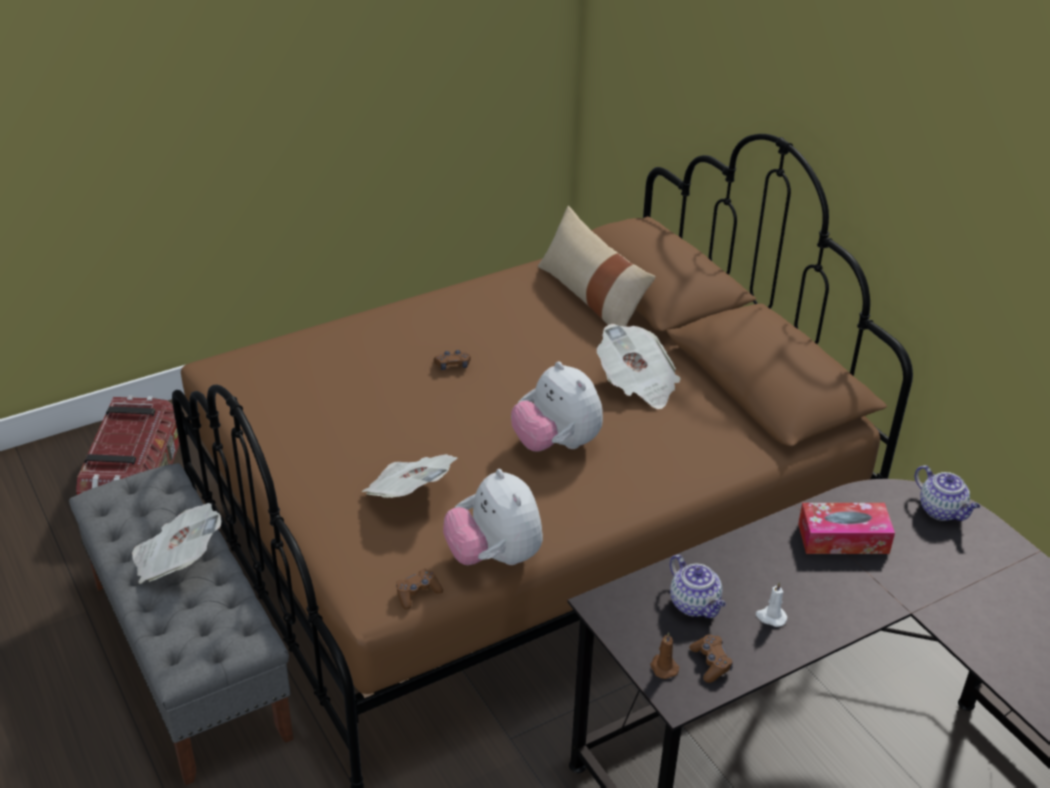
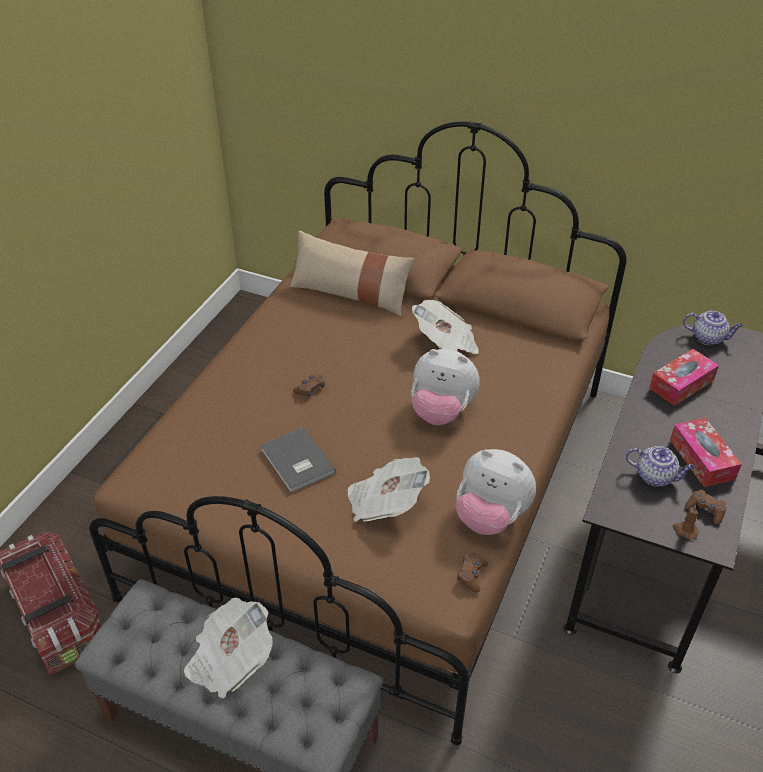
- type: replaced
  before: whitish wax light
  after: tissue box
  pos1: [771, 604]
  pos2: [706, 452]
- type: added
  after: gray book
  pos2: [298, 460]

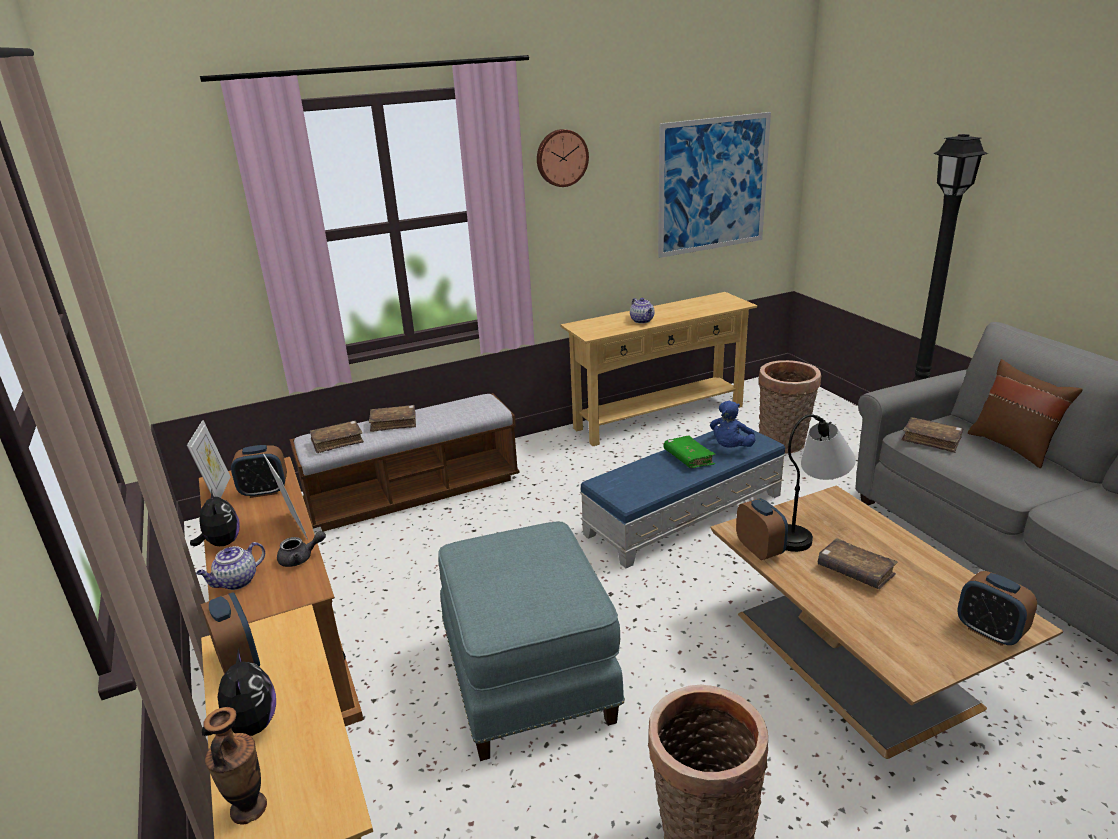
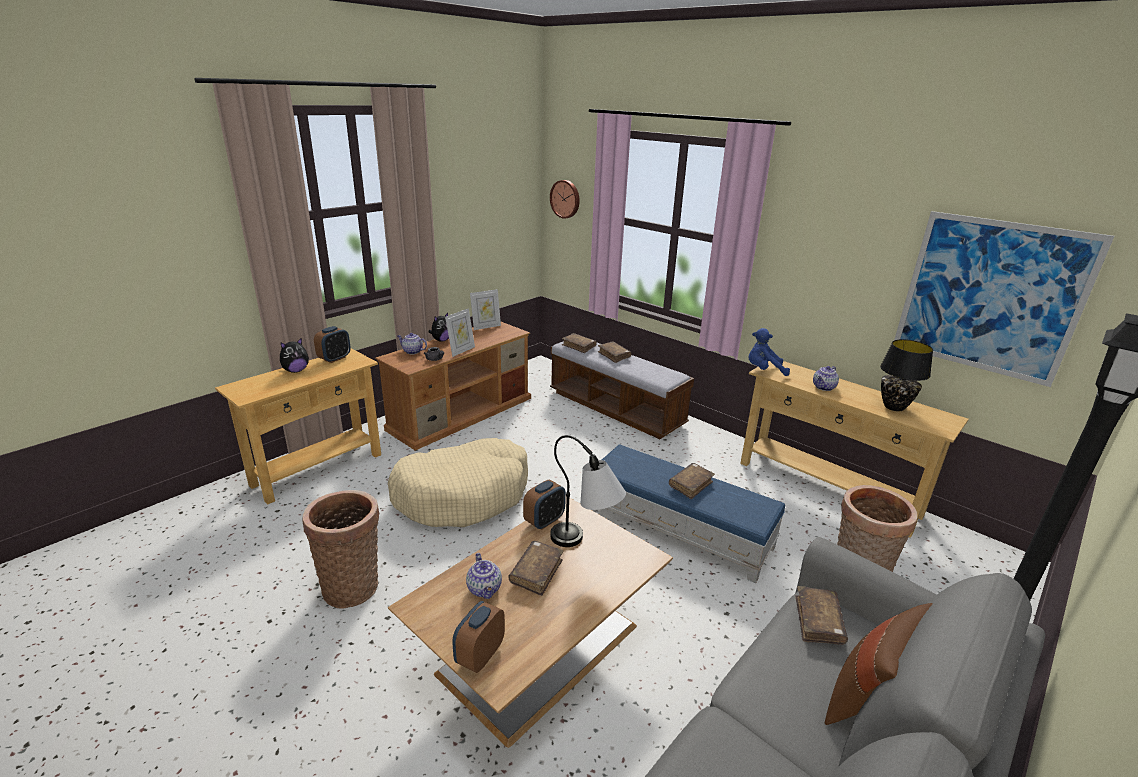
- type: moved
  before: wall clock
  pos1: [563, 158]
  pos2: [565, 199]
- type: moved
  before: blue-coloured soft toy
  pos1: [732, 424]
  pos2: [769, 352]
- type: recoloured
  before: green-coloured book
  after: brown-coloured book
  pos1: [690, 452]
  pos2: [692, 481]
- type: removed
  before: bedside clock
  pos1: [259, 471]
- type: replaced
  before: blue-coloured pouffe
  after: sand-coloured pet bed
  pos1: [531, 641]
  pos2: [458, 482]
- type: removed
  before: vase
  pos1: [235, 766]
- type: added
  after: blackish table lamp
  pos2: [906, 375]
- type: added
  after: teapot
  pos2: [484, 576]

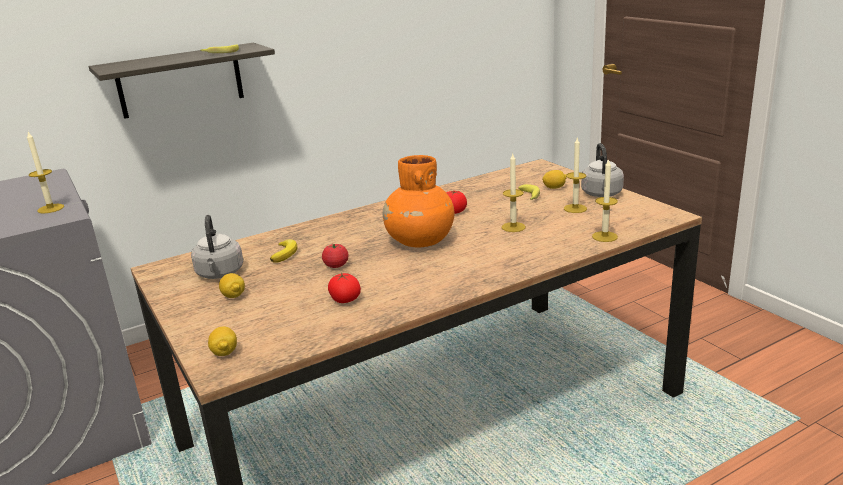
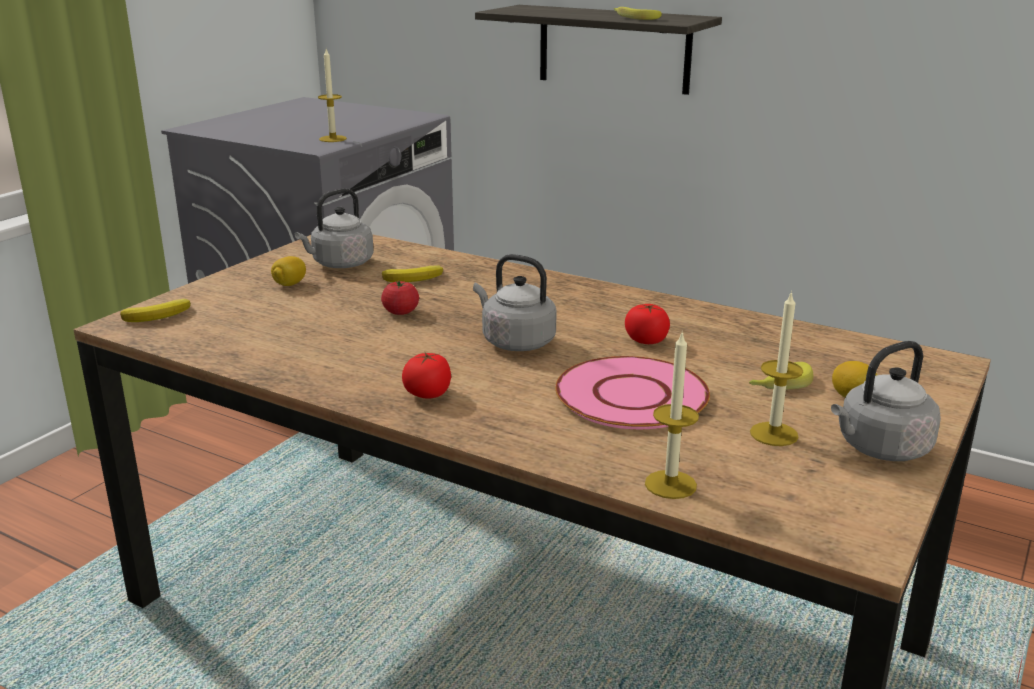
- type: replaced
  before: wax light
  after: pink-coloured dinner plate
  pos1: [513, 193]
  pos2: [632, 393]
- type: replaced
  before: orange vase
  after: gray tea kettle
  pos1: [419, 201]
  pos2: [515, 302]
- type: moved
  before: whole tomato
  pos1: [344, 288]
  pos2: [426, 375]
- type: replaced
  before: lemon
  after: whole banana
  pos1: [222, 341]
  pos2: [155, 310]

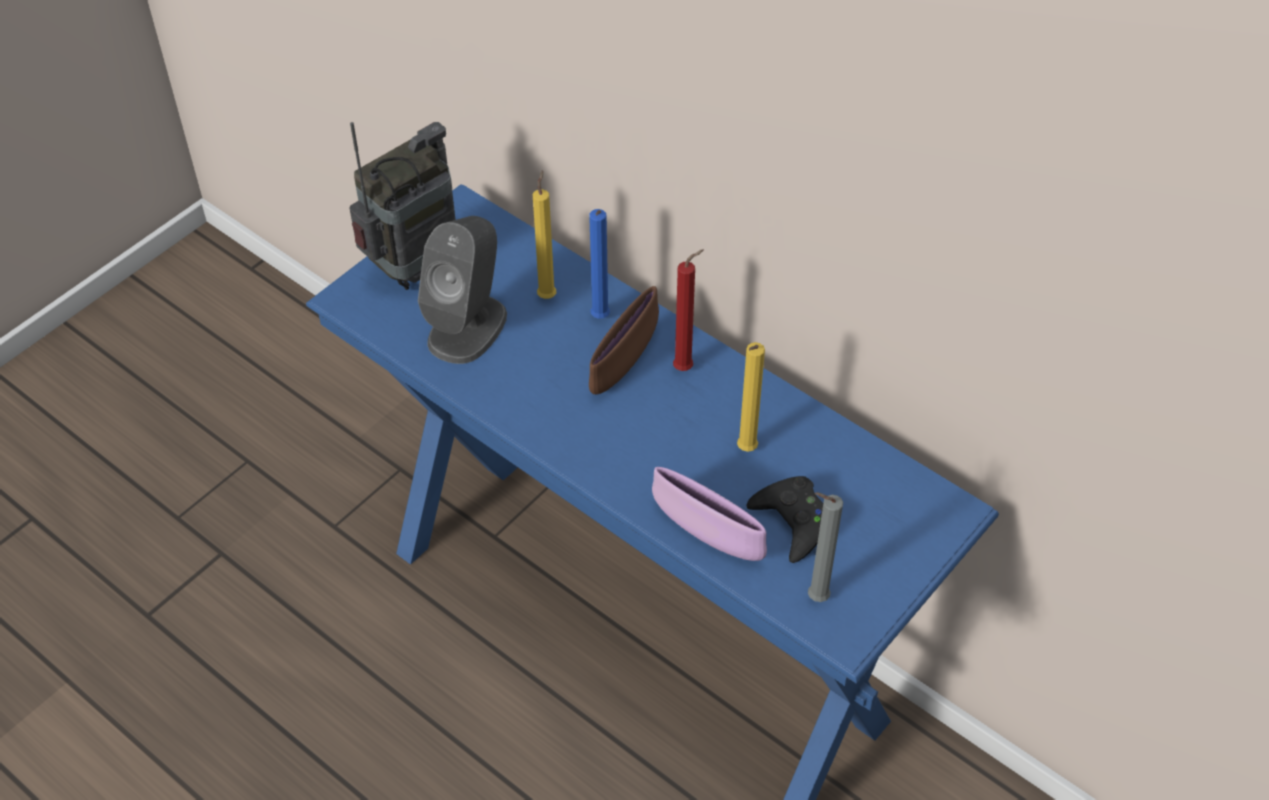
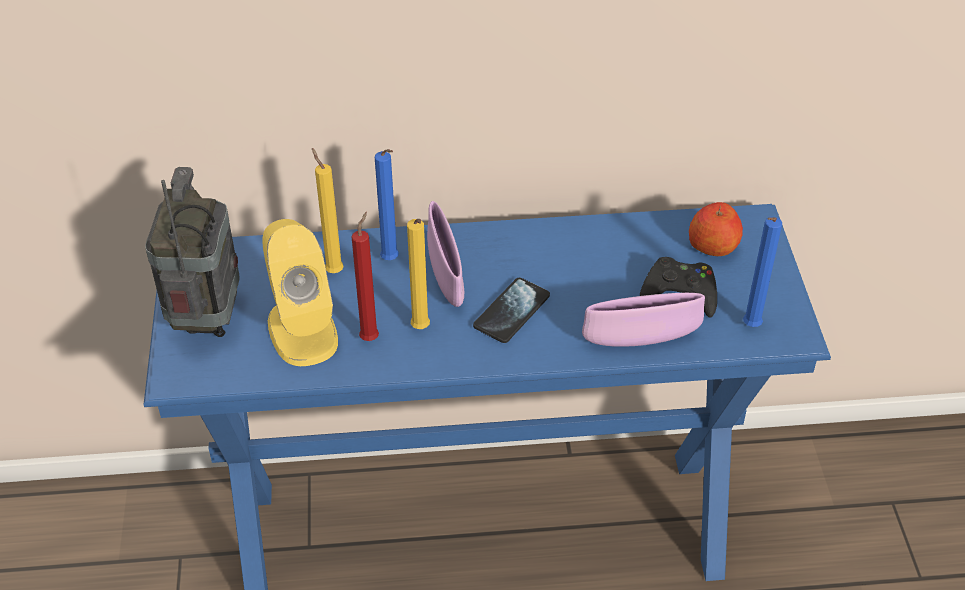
- type: recoloured
  before: gray audio speaker
  after: yellow-coloured audio speaker
  pos1: [462, 290]
  pos2: [300, 292]
- type: moved
  before: red wax light
  pos1: [688, 310]
  pos2: [365, 276]
- type: recoloured
  before: brown-coloured deep dish
  after: purple deep dish
  pos1: [624, 340]
  pos2: [445, 254]
- type: moved
  before: yellow-coloured wax light
  pos1: [751, 397]
  pos2: [418, 274]
- type: recoloured
  before: gray wax light
  after: blue-coloured wax light
  pos1: [825, 547]
  pos2: [762, 272]
- type: added
  after: whole apple
  pos2: [716, 229]
- type: added
  after: phone
  pos2: [511, 310]

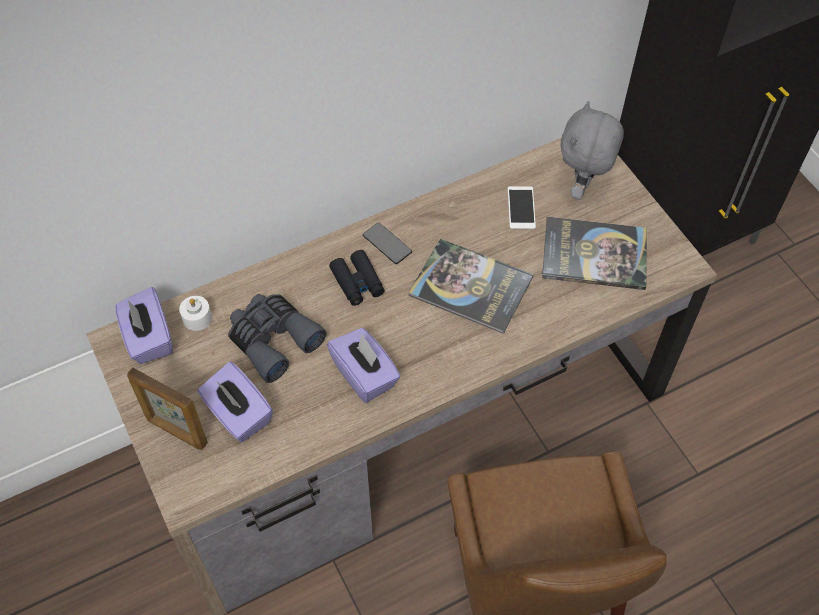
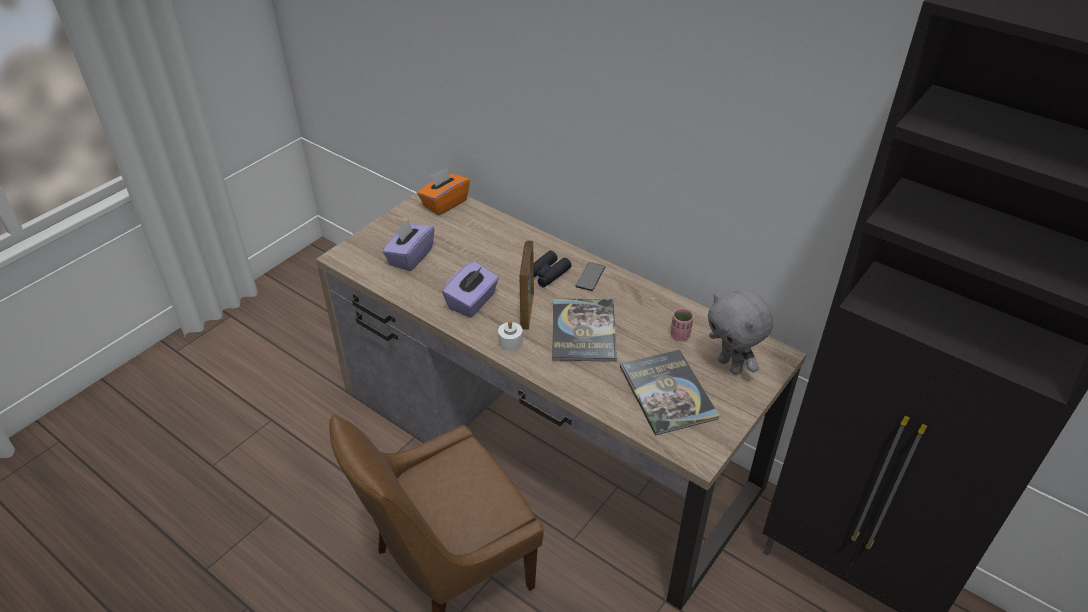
- type: turned
  before: gray soft toy
  pos1: [592, 150]
  pos2: [741, 332]
  turn: -120
- type: replaced
  before: phone
  after: pink-coloured small cup
  pos1: [522, 207]
  pos2: [682, 324]
- type: recoloured
  before: purple tissue box
  after: orange tissue box
  pos1: [144, 325]
  pos2: [443, 192]
- type: removed
  before: gray field glasses
  pos1: [277, 338]
- type: moved
  before: whitish wax light
  pos1: [195, 313]
  pos2: [510, 336]
- type: moved
  before: picture frame
  pos1: [167, 408]
  pos2: [527, 285]

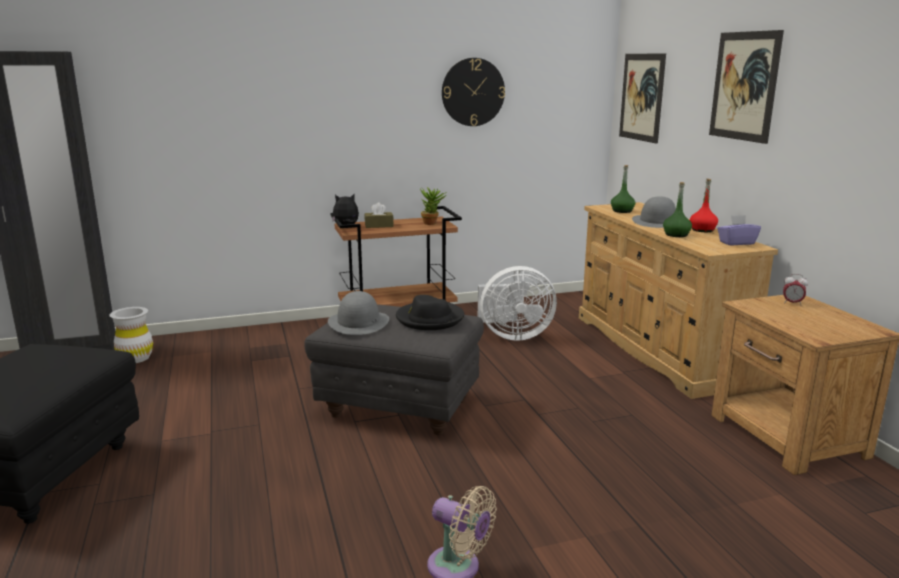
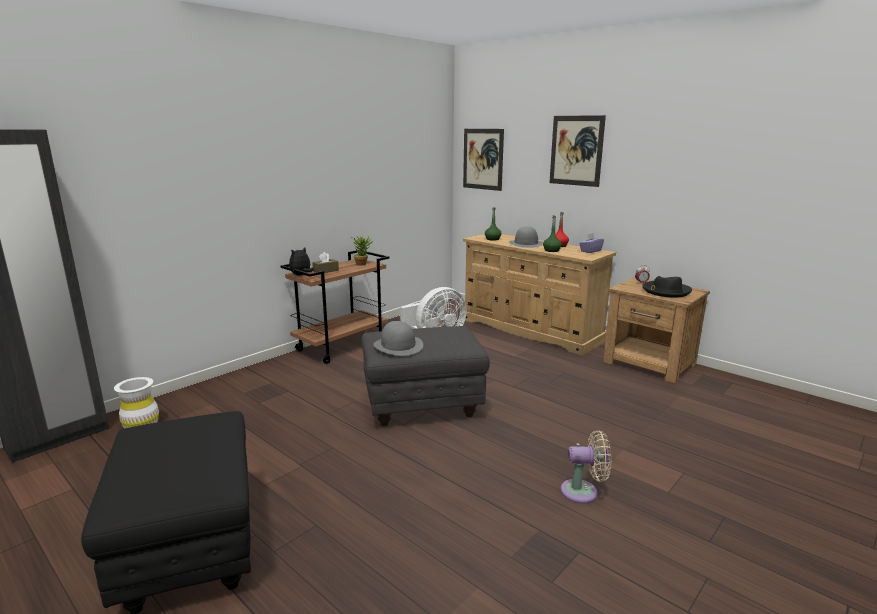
- type: removed
  before: wall clock
  pos1: [473, 92]
- type: moved
  before: blackish clothing hat
  pos1: [430, 312]
  pos2: [667, 287]

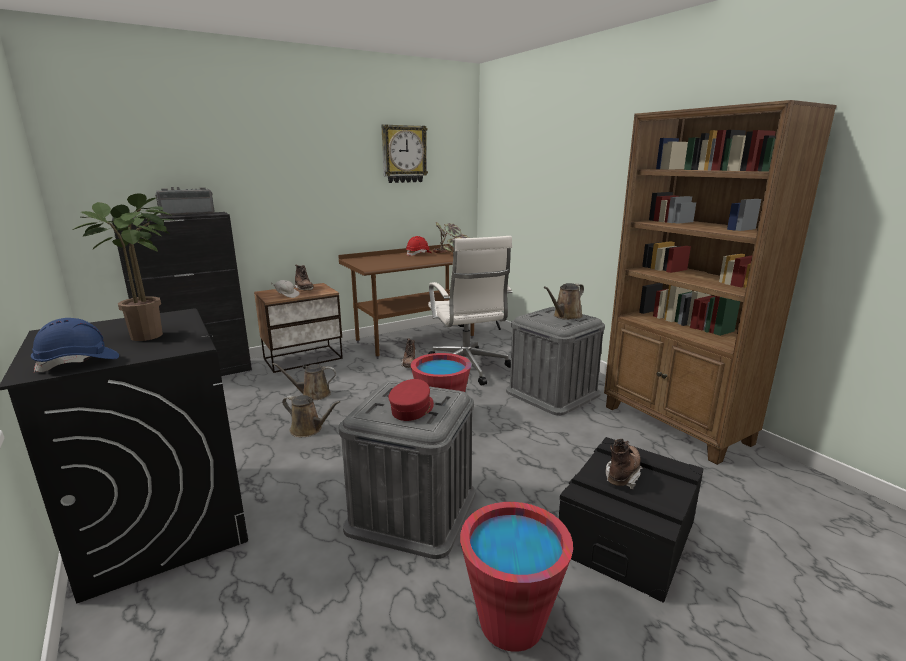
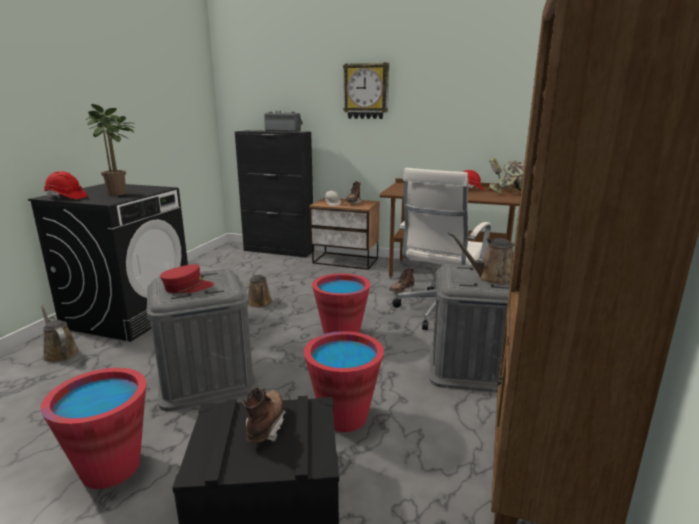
- type: moved
  before: wall clock
  pos1: [404, 153]
  pos2: [366, 90]
- type: recoloured
  before: blue-coloured work helmet
  after: red work helmet
  pos1: [75, 345]
  pos2: [65, 185]
- type: moved
  before: brown-coloured sprinkling can
  pos1: [304, 381]
  pos2: [59, 334]
- type: turned
  before: brown-coloured high-top boot
  pos1: [624, 464]
  pos2: [264, 415]
  turn: -75
- type: added
  after: red bucket
  pos2: [344, 381]

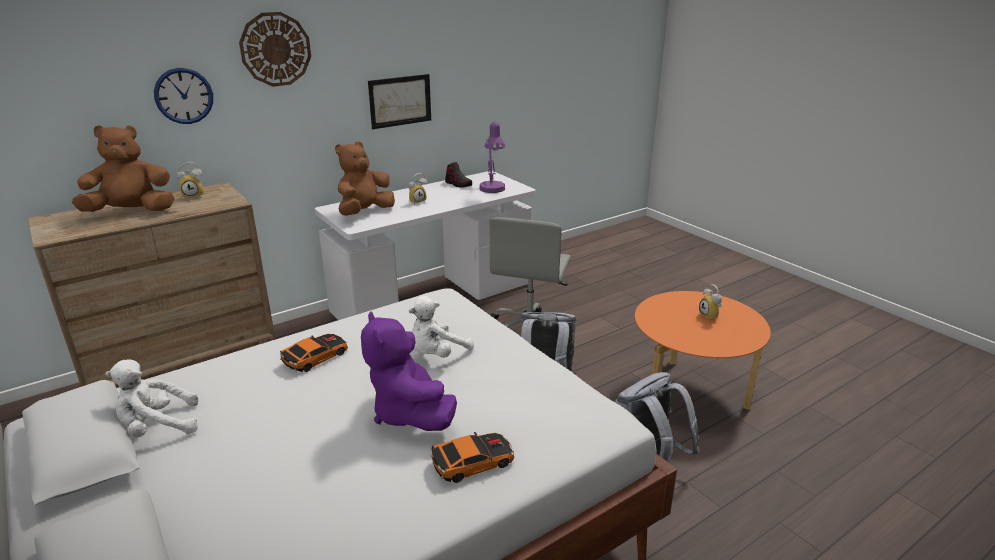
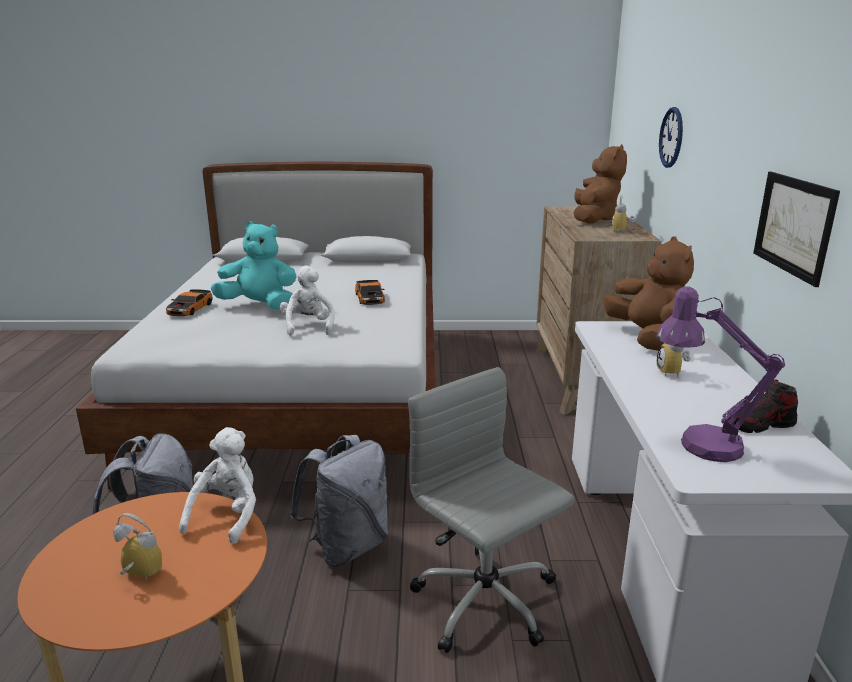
- type: removed
  before: wall clock
  pos1: [275, 49]
- type: recoloured
  before: purple soft toy
  after: blue-green soft toy
  pos1: [409, 371]
  pos2: [254, 265]
- type: moved
  before: whitish soft toy
  pos1: [151, 399]
  pos2: [217, 485]

